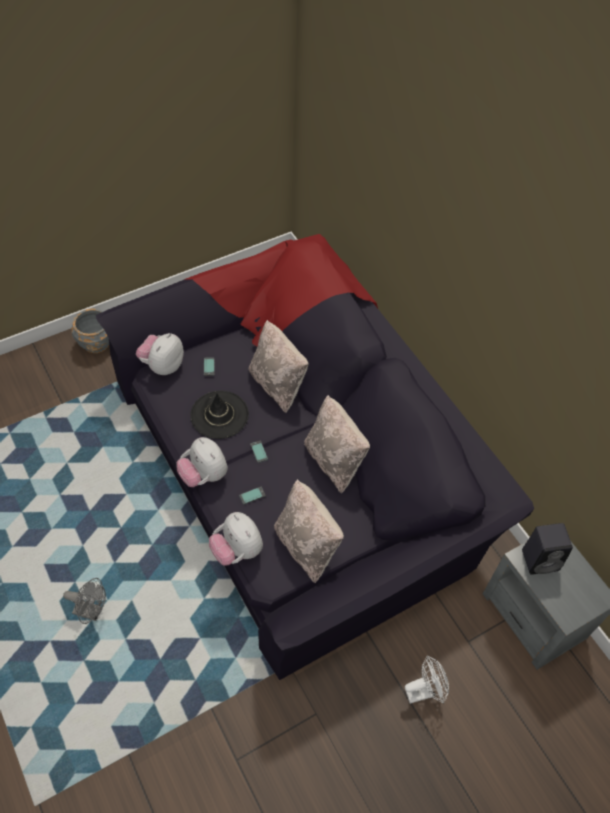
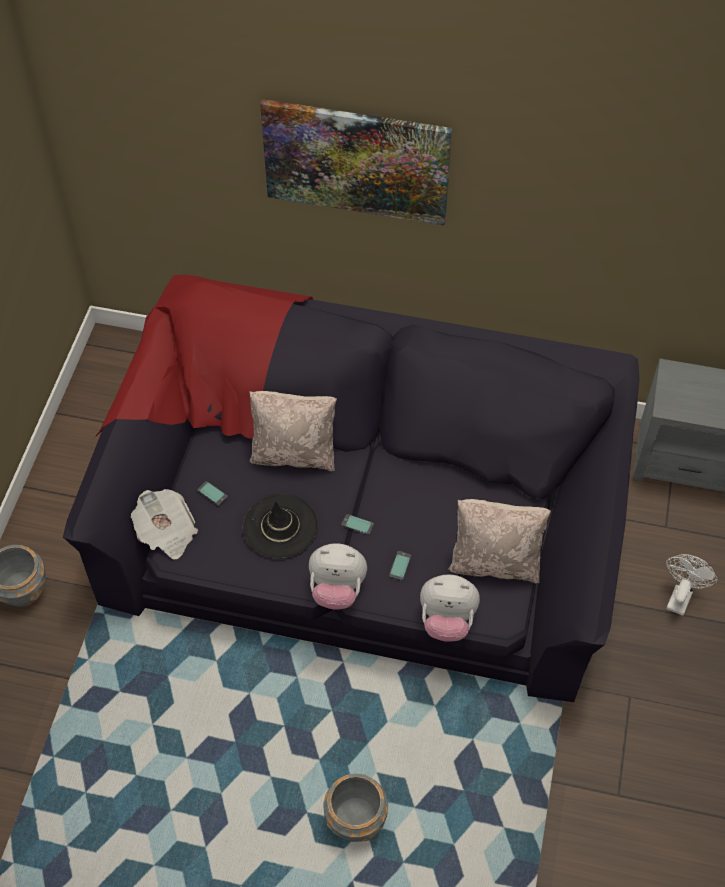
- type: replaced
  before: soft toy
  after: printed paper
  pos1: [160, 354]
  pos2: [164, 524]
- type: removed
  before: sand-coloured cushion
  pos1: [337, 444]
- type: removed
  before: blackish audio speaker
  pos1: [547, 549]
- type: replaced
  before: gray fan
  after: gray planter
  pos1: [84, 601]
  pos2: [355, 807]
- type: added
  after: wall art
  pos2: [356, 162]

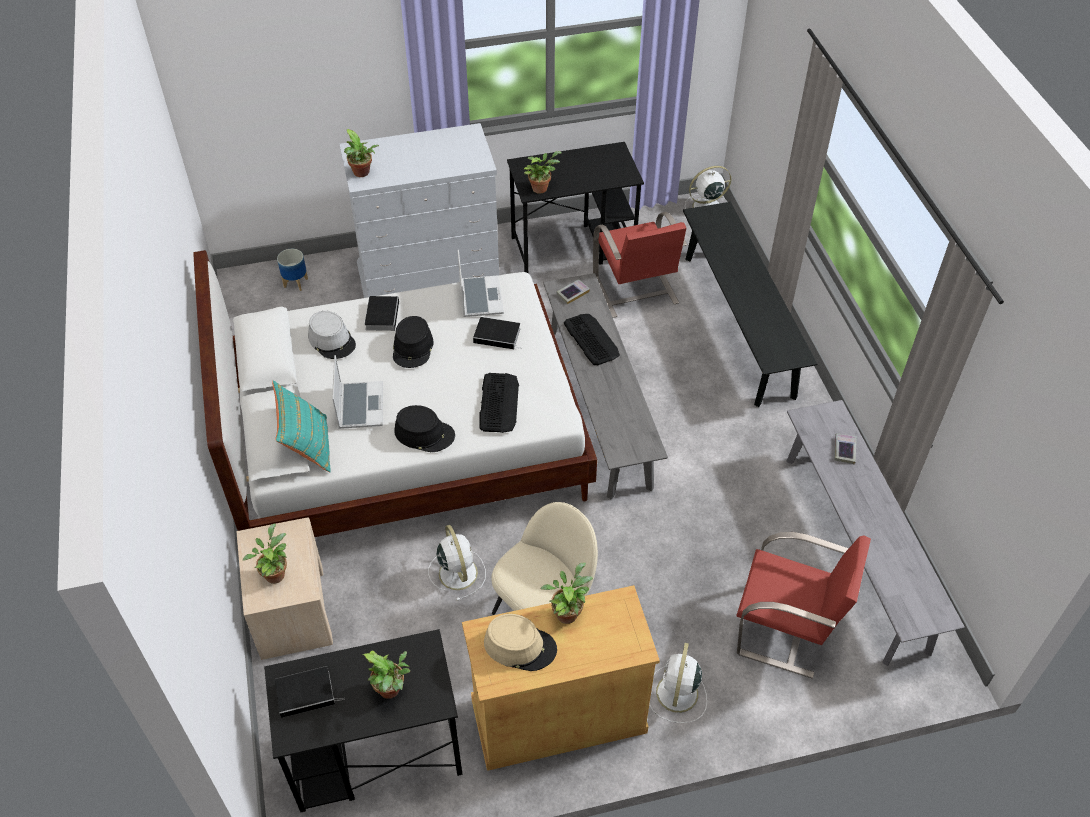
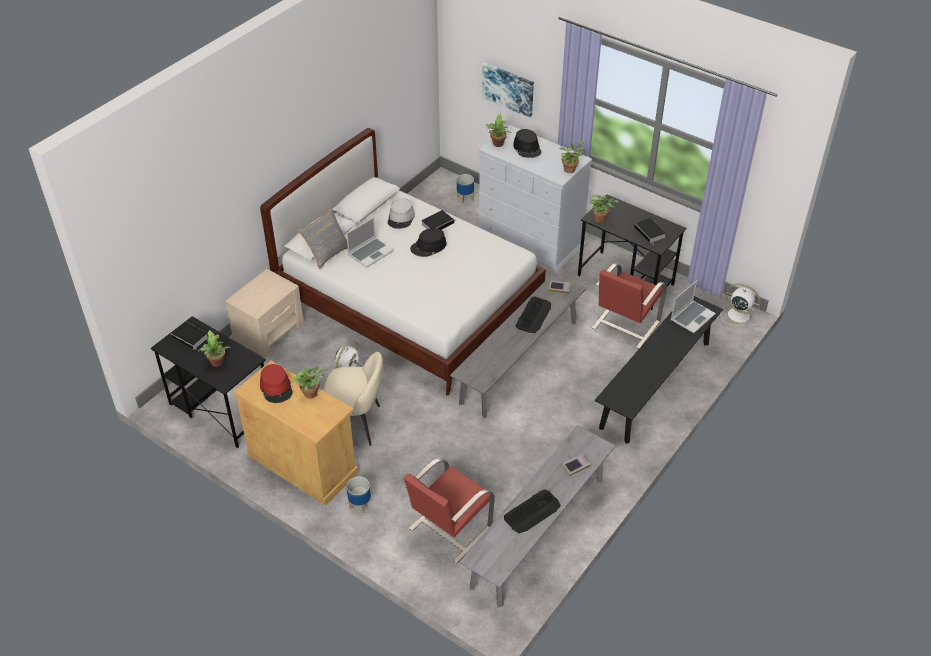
- type: moved
  before: notebook computer
  pos1: [481, 283]
  pos2: [693, 306]
- type: moved
  before: book
  pos1: [498, 333]
  pos2: [650, 232]
- type: moved
  before: keyboard
  pos1: [499, 403]
  pos2: [532, 511]
- type: recoloured
  before: blue-green cushion
  after: gray cushion
  pos1: [301, 427]
  pos2: [322, 237]
- type: moved
  before: blackish clothing hat
  pos1: [424, 428]
  pos2: [527, 143]
- type: moved
  before: plant in a pot
  pos1: [265, 553]
  pos2: [573, 157]
- type: turned
  before: red upright chair
  pos1: [804, 605]
  pos2: [449, 510]
  turn: 60
- type: recoloured
  before: sand-coloured clothing hat
  after: red clothing hat
  pos1: [520, 642]
  pos2: [276, 383]
- type: replaced
  before: whitish fan
  after: planter
  pos1: [678, 683]
  pos2: [359, 495]
- type: added
  after: wall art
  pos2: [508, 90]

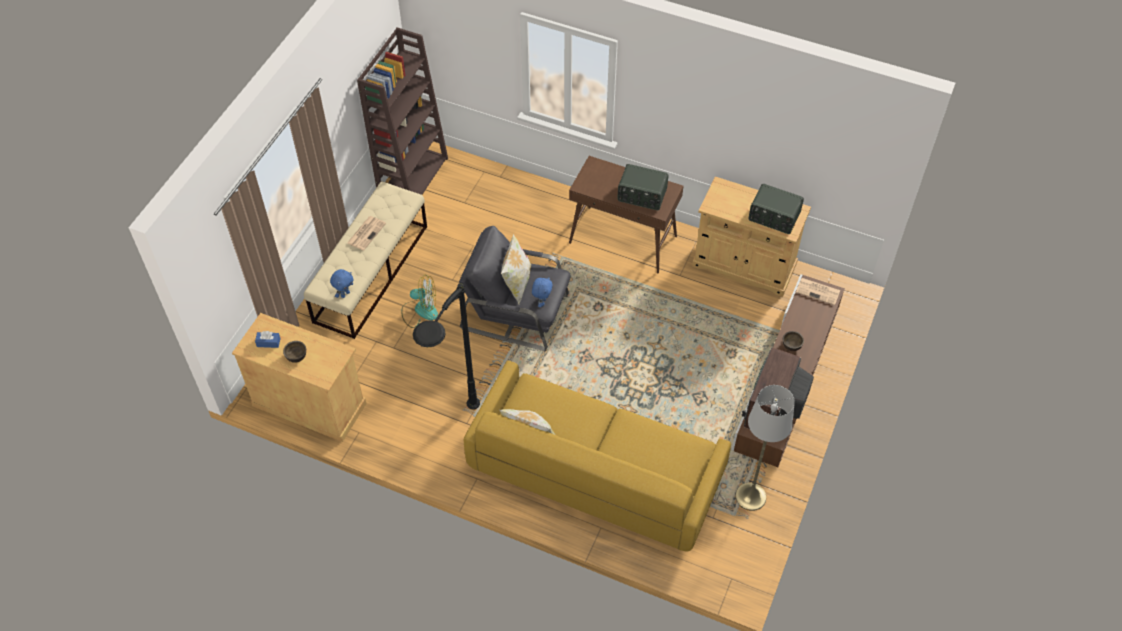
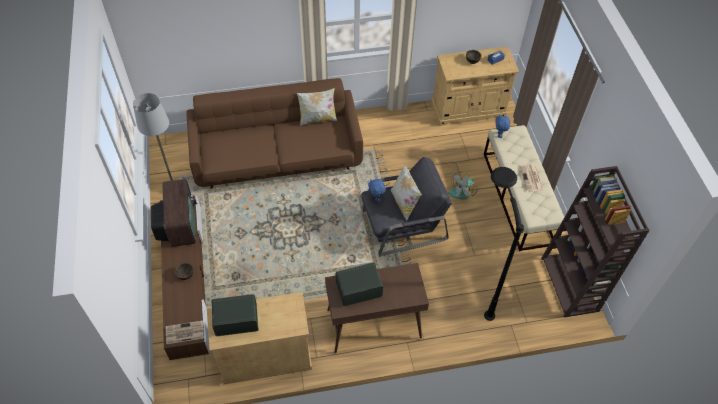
- type: moved
  before: blackish floor lamp
  pos1: [446, 346]
  pos2: [504, 244]
- type: recoloured
  before: yellow-coloured settee
  after: brown-coloured settee
  pos1: [597, 456]
  pos2: [274, 133]

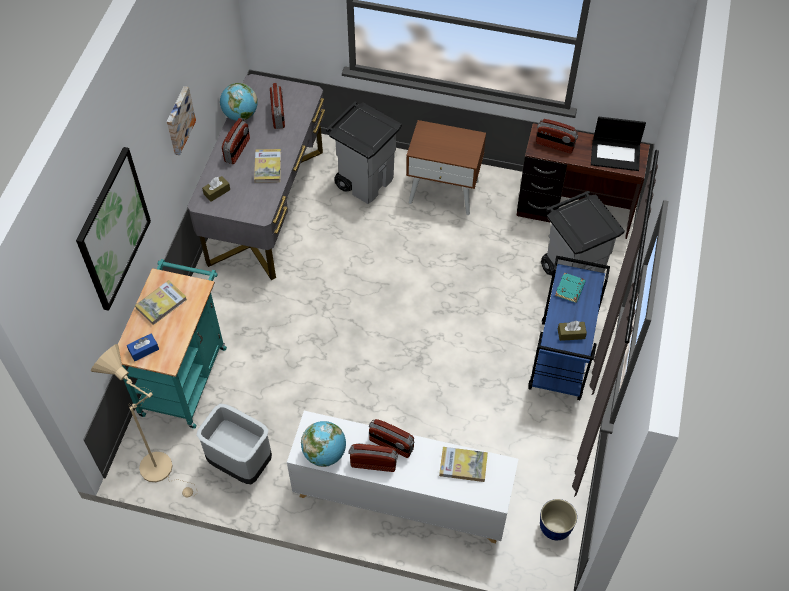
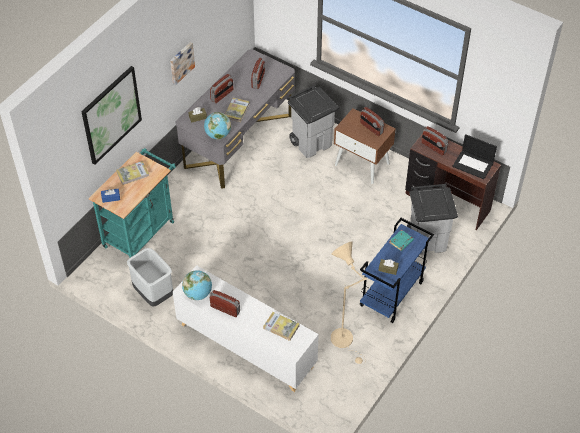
- type: moved
  before: desk globe
  pos1: [239, 102]
  pos2: [217, 126]
- type: moved
  before: sand-coloured floor lamp
  pos1: [144, 420]
  pos2: [349, 302]
- type: moved
  before: radio receiver
  pos1: [391, 438]
  pos2: [372, 121]
- type: removed
  before: planter
  pos1: [558, 519]

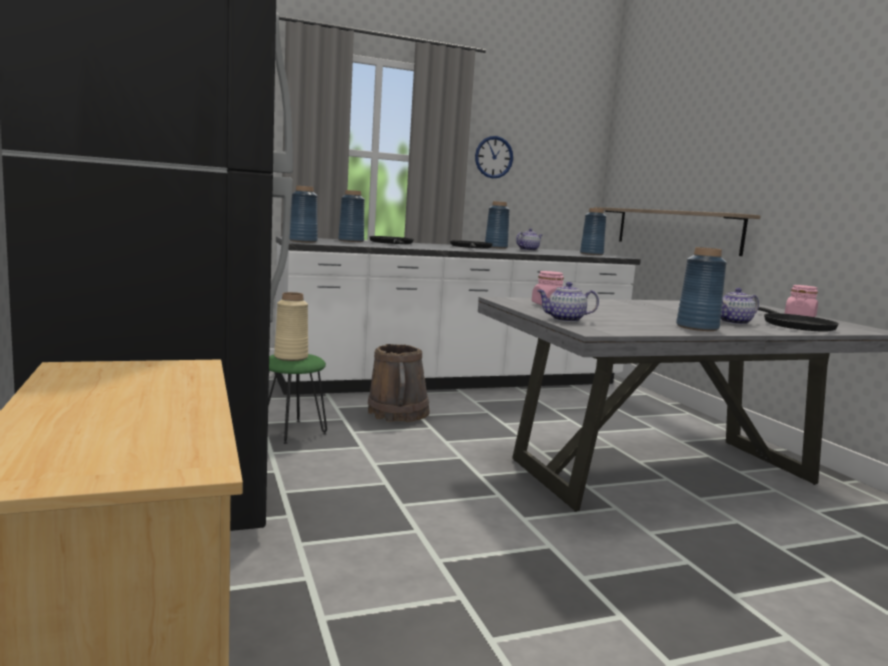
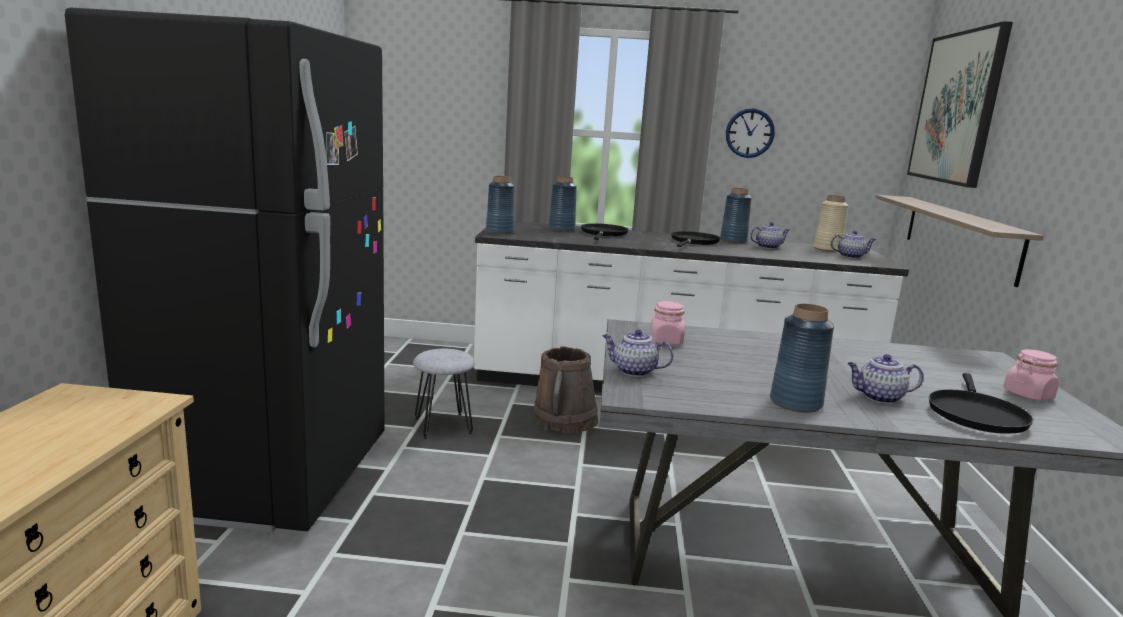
- type: replaced
  before: blue-coloured vase
  after: teapot
  pos1: [593, 231]
  pos2: [853, 244]
- type: moved
  before: sand-coloured vase
  pos1: [291, 326]
  pos2: [831, 223]
- type: recoloured
  before: green-coloured stool
  after: gray stool
  pos1: [297, 399]
  pos2: [444, 394]
- type: added
  after: wall art
  pos2: [960, 104]

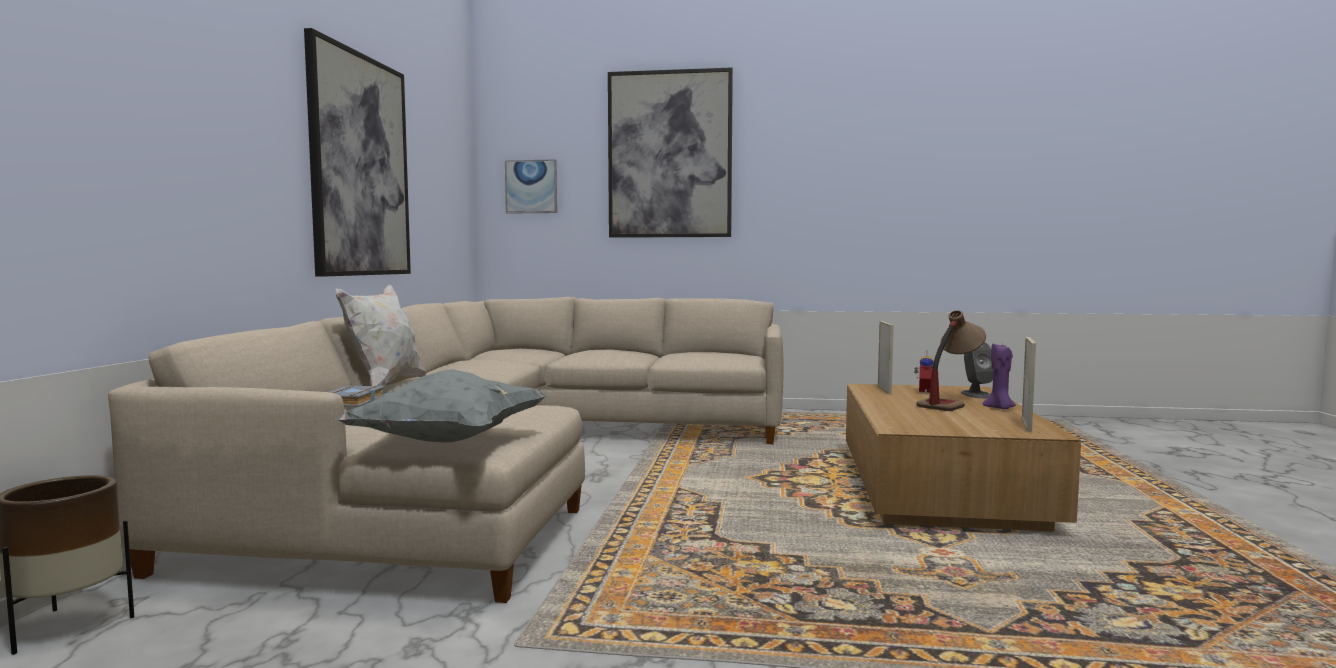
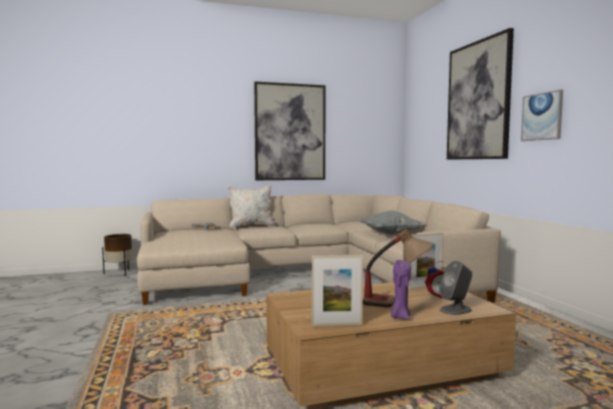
- type: moved
  before: wall art
  pos1: [531, 186]
  pos2: [542, 115]
- type: moved
  before: gray cushion
  pos1: [441, 406]
  pos2: [392, 222]

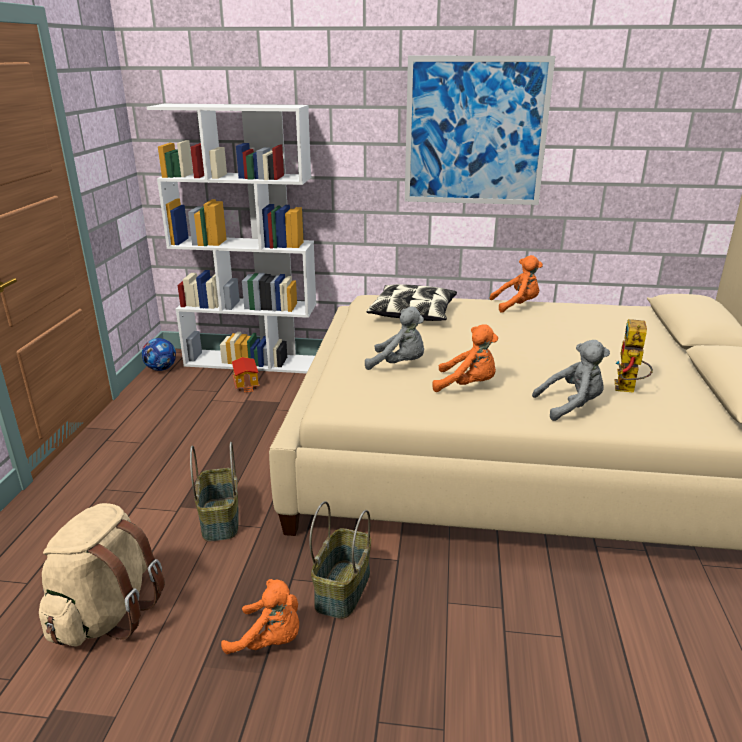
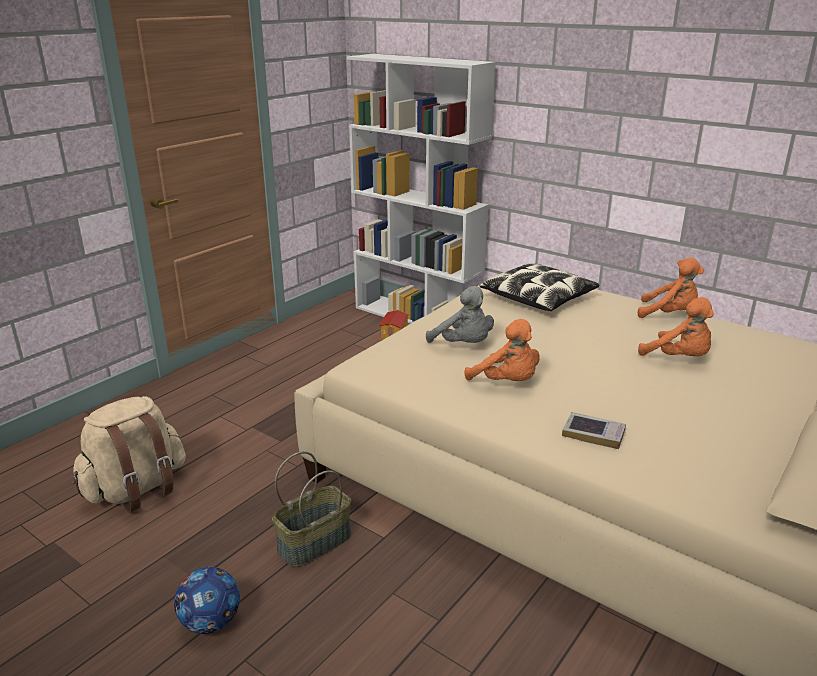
- type: removed
  before: wall art
  pos1: [480, 130]
- type: removed
  before: model robot
  pos1: [634, 356]
- type: moved
  before: ball for football
  pos1: [159, 354]
  pos2: [207, 600]
- type: replaced
  before: gray soft toy
  after: book
  pos1: [571, 380]
  pos2: [594, 430]
- type: removed
  before: household basket
  pos1: [214, 491]
- type: moved
  before: orange soft toy
  pos1: [260, 616]
  pos2: [676, 326]

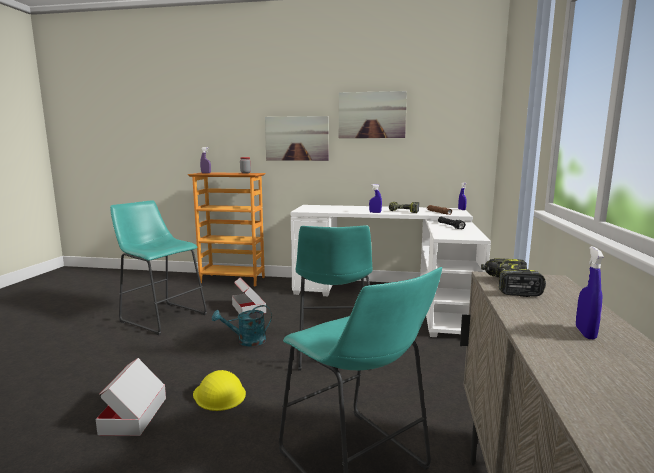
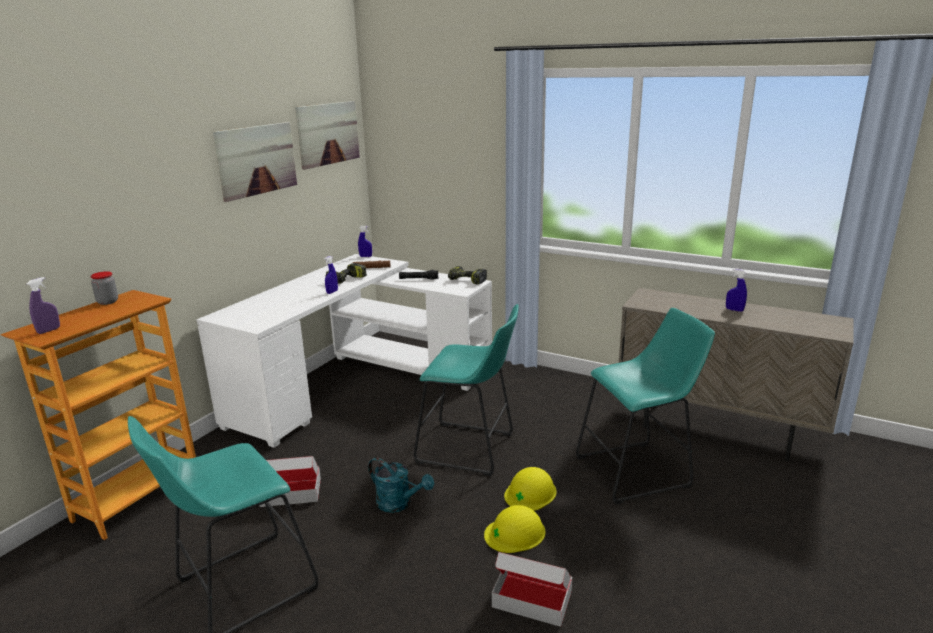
- type: moved
  before: wall art
  pos1: [297, 138]
  pos2: [327, 135]
- type: moved
  before: power drill
  pos1: [513, 277]
  pos2: [467, 275]
- type: turned
  before: blue-green sprinkling can
  pos1: [242, 325]
  pos2: [401, 485]
  turn: -60
- type: added
  after: yellow-coloured work helmet
  pos2: [530, 489]

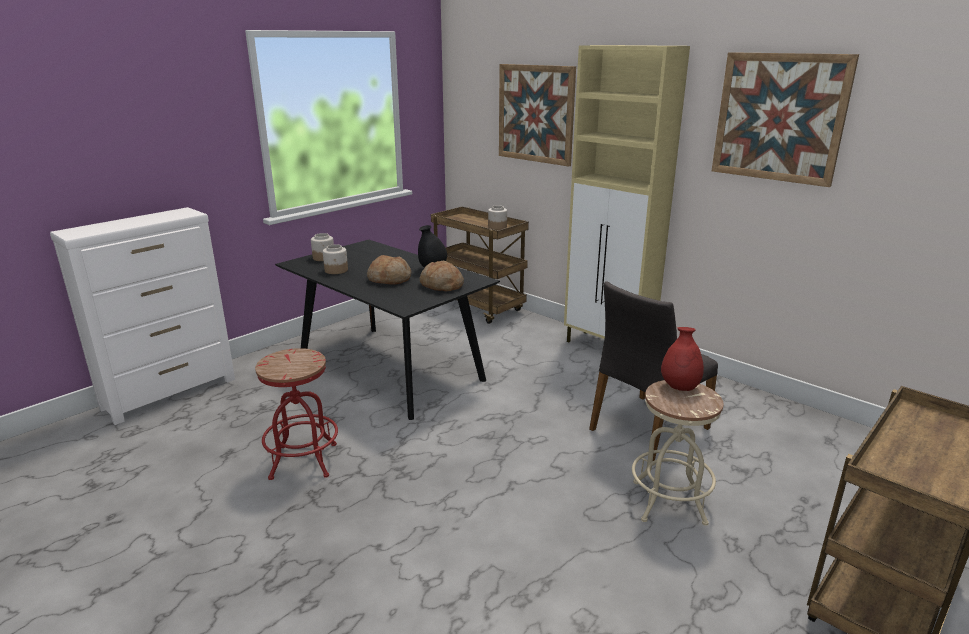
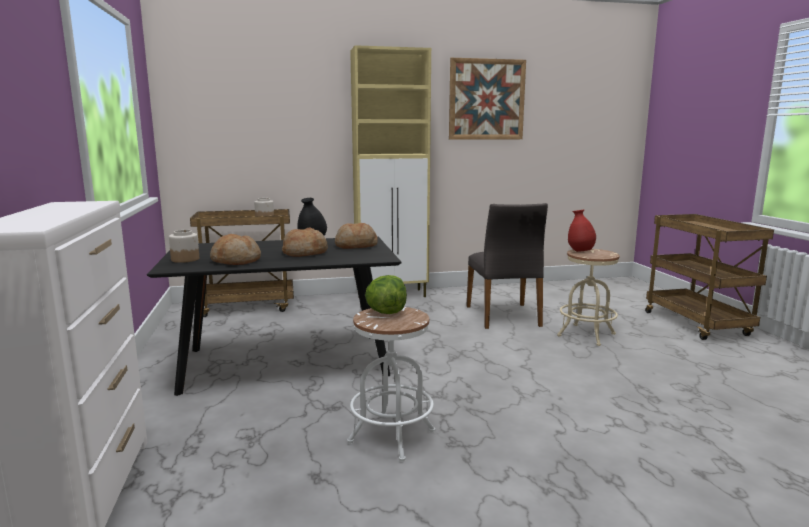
- type: removed
  before: wall art
  pos1: [537, 115]
- type: replaced
  before: storage jar
  after: bakery bread
  pos1: [335, 259]
  pos2: [235, 249]
- type: recoloured
  before: red stool
  after: whitish stool
  pos1: [296, 414]
  pos2: [391, 384]
- type: added
  after: lettuce
  pos2: [386, 294]

